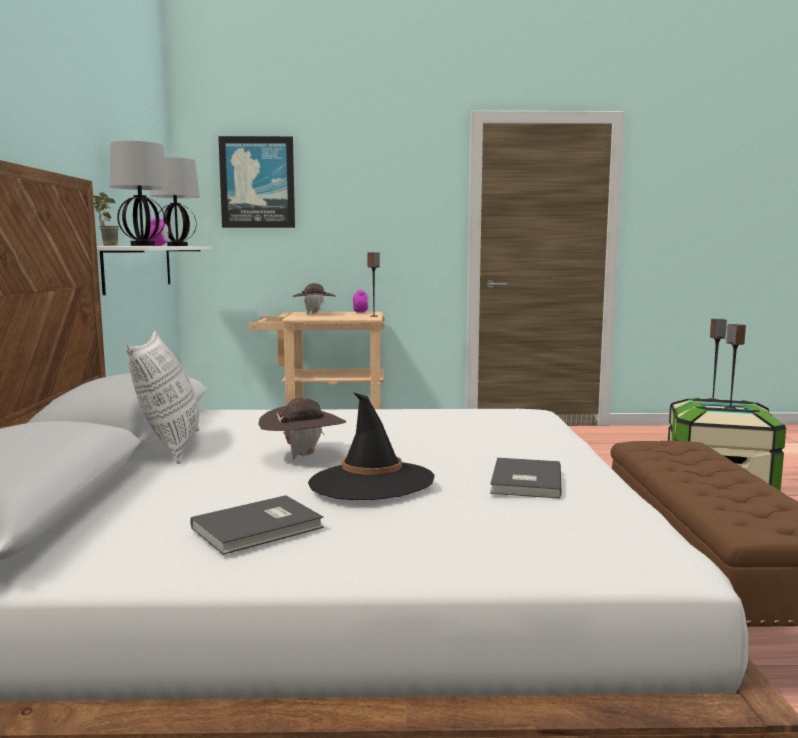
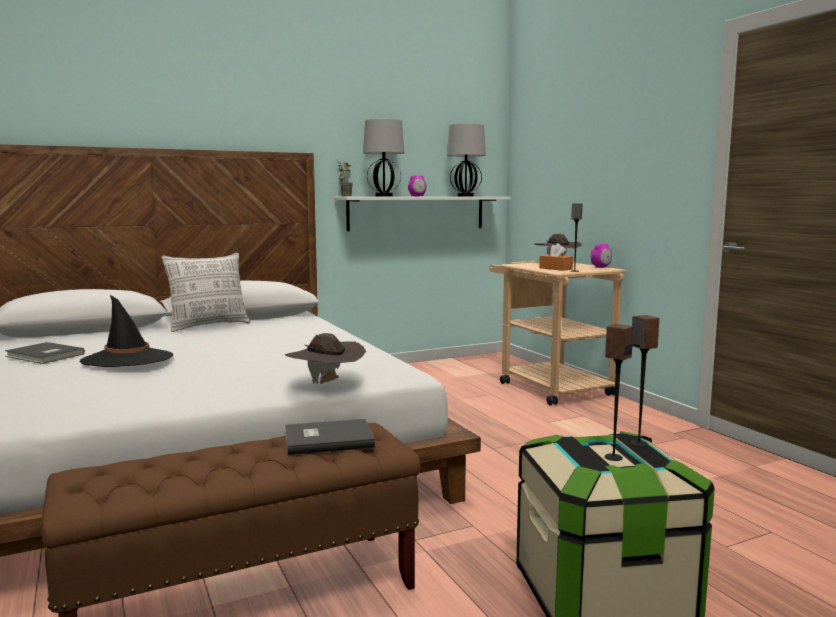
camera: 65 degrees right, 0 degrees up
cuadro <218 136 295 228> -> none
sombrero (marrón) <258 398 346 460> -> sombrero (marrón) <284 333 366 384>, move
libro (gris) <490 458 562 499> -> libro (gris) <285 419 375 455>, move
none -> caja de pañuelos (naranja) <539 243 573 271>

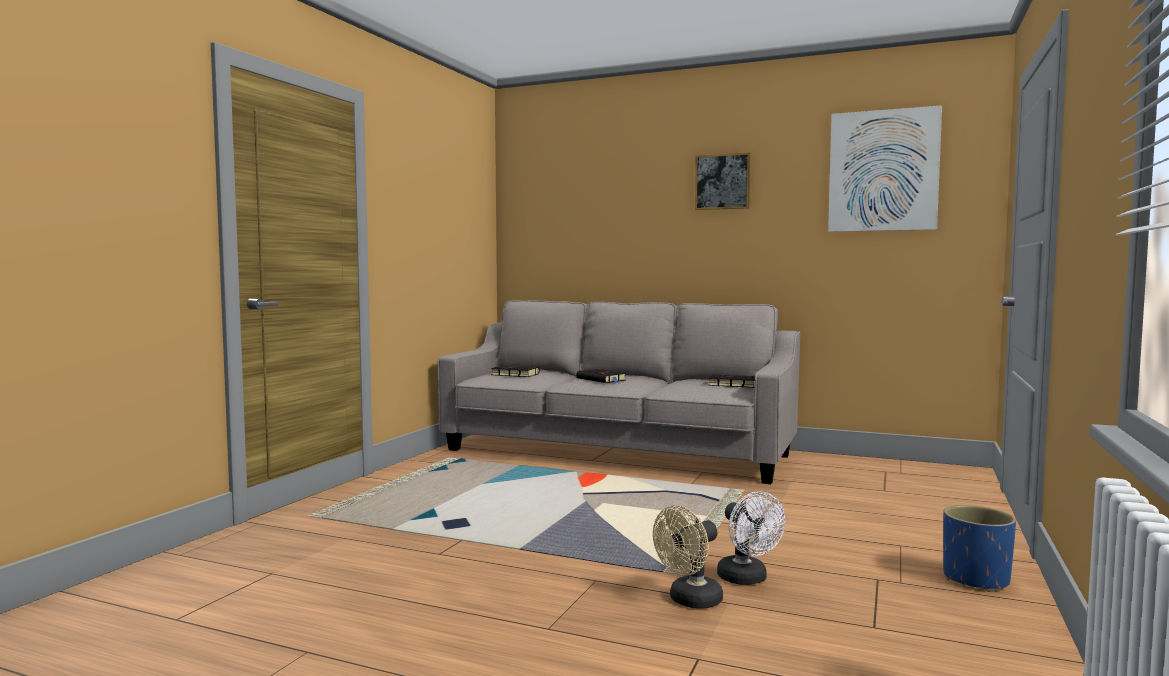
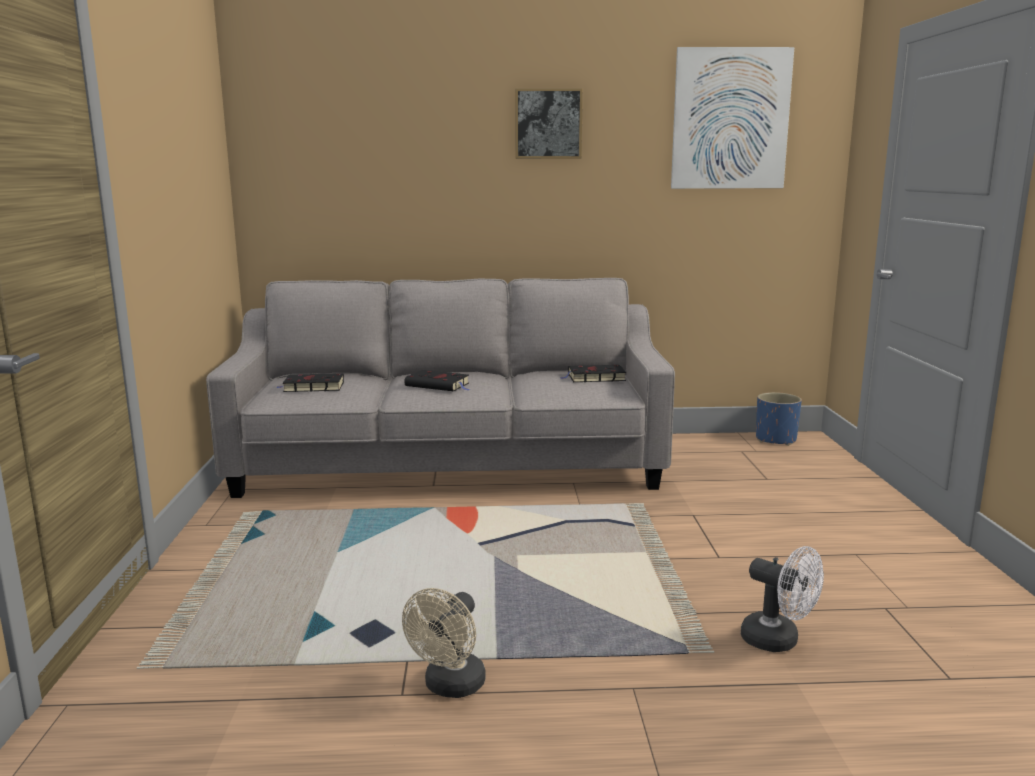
camera: 25 degrees left, 10 degrees up
ventilador (beis) <653 505 723 609> -> ventilador (beis) <402 588 485 698>, move
maceta (azul) <943 505 1016 592> -> maceta (azul) <756 392 802 446>, move

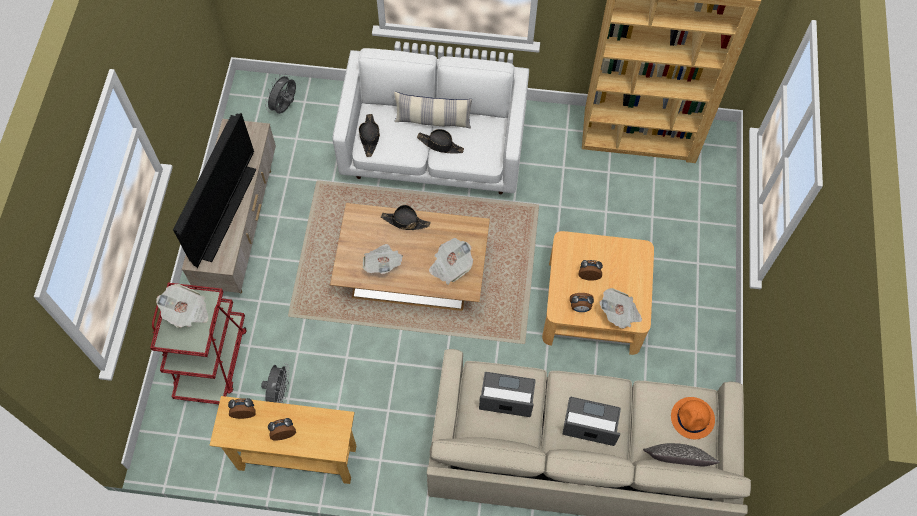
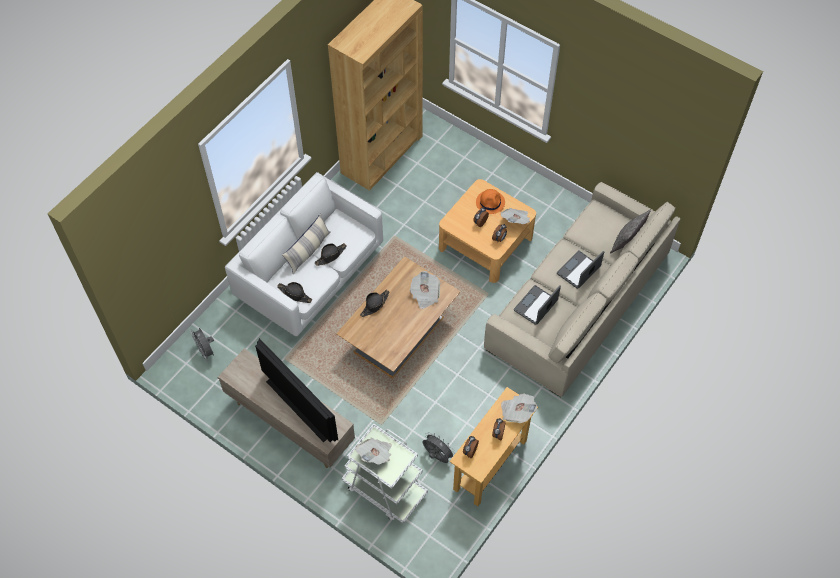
camera: 60 degrees left, 5 degrees down
carrito (rojo) <150 283 247 404> -> carrito (blanco) <342 423 428 524>
periódico <363 244 403 274> -> periódico <501 393 537 423>, move
sombrero (naranja) <671 397 715 439> -> sombrero (naranja) <476 189 505 214>, move

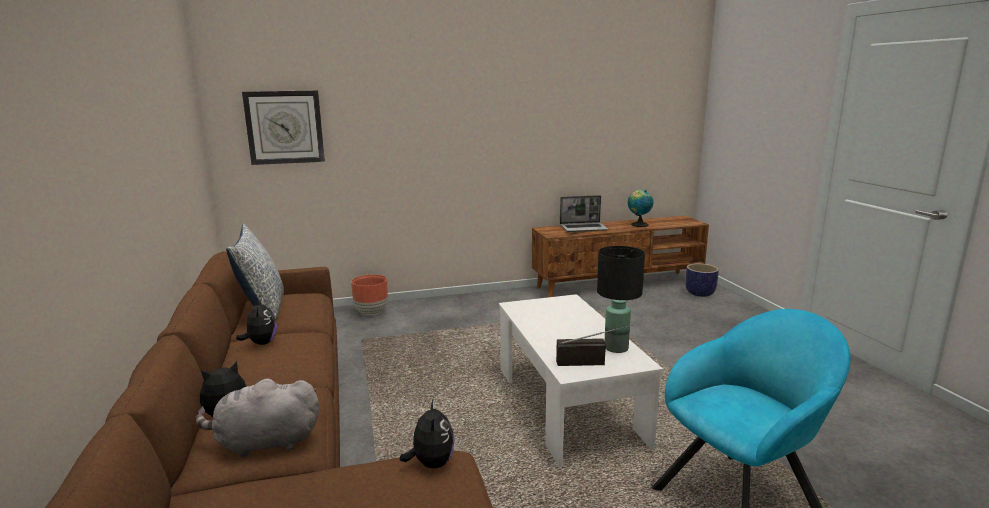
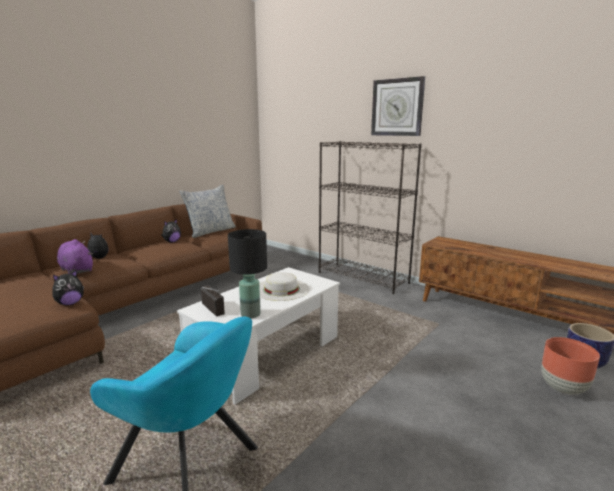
camera: 55 degrees right, 0 degrees up
peluche (gris) <195 379 319 458> -> peluche (morado) <57 239 93 274>
reloj de pared <242 90 325 165> -> reloj de pared <371 76 425 136>, move
maceta (marrón) <351 274 388 315> -> maceta (marrón) <541 337 600 395>, move
portátil <560 195 609 232> -> none
globo terráqueo <628 190 653 227> -> none
none -> sombrero (blanco) <260 272 309 301>
none -> estantería (negro) <319 141 422 294>

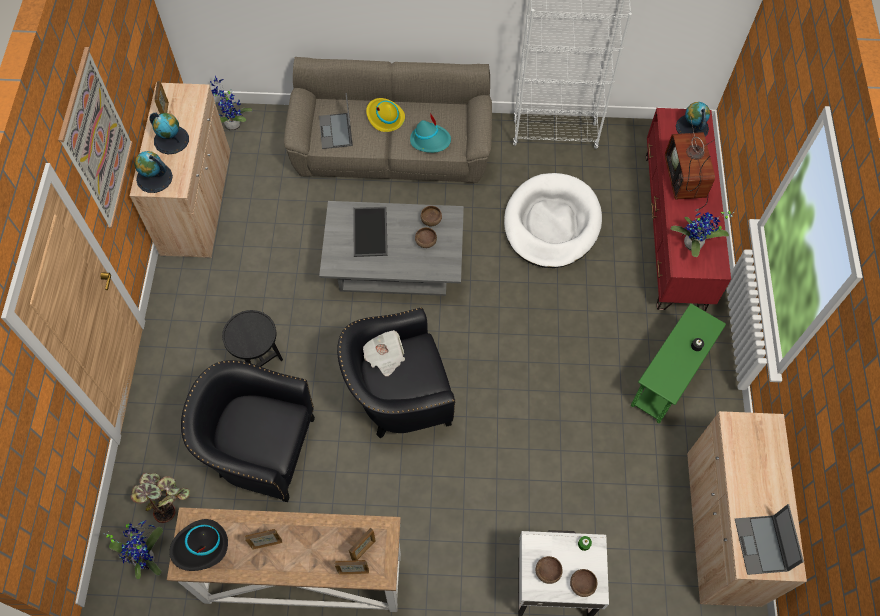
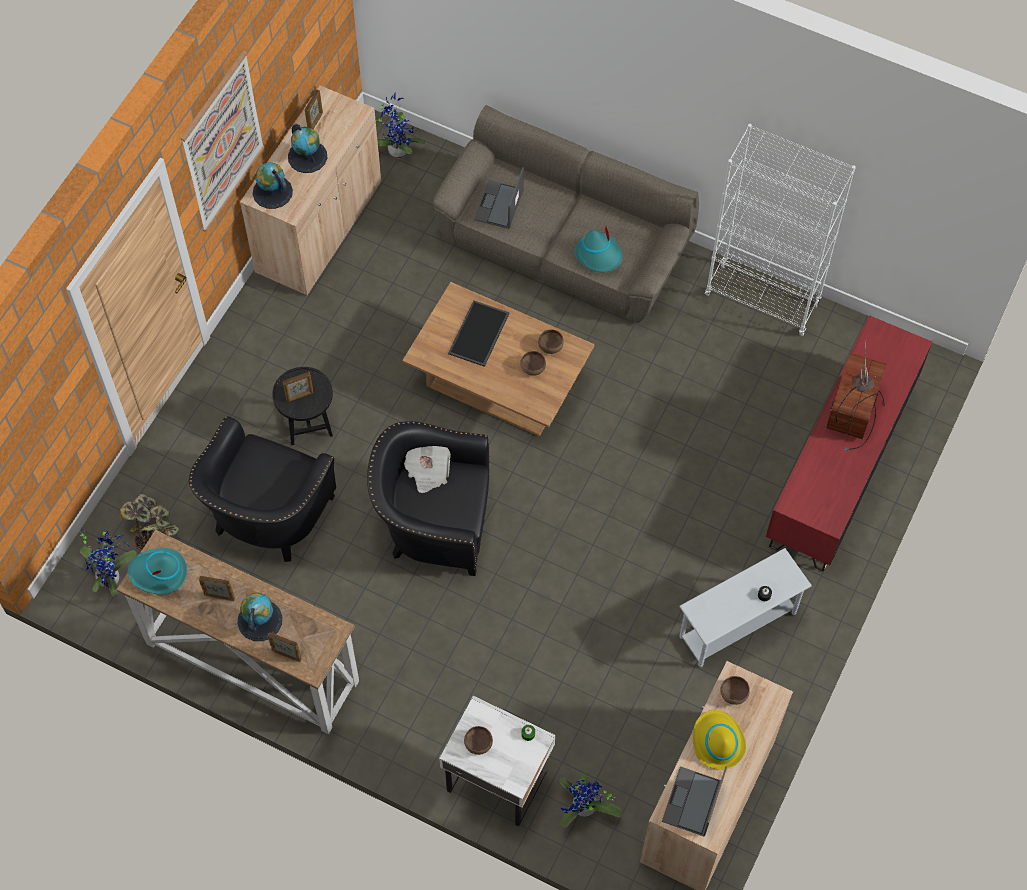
camera: 25 degrees right, 0 degrees up
sombrero (negro) <169 519 228 571> -> sombrero (turquesa) <128 548 187 594>
sillón (negro) <181 360 315 502> -> sillón (negro) <189 416 336 562>, 105 degrees counterclockwise
mesa de centro (gris) <319 201 464 296> -> mesa de centro (marrón) <402 282 595 437>
portarretratos <349 528 376 560> -> portarretratos <283 372 313 402>, move
sombrero (amarillo) <366 98 405 132> -> sombrero (amarillo) <693 710 746 770>, move
cama para perro (blanco) <504 173 602 268> -> none
cuenco (marrón) <570 569 597 597> -> cuenco (marrón) <720 676 750 705>, move
mesa auxiliar (verde) <631 303 726 423> -> mesa auxiliar (blanco) <679 548 812 667>
planta en maceta <671 211 735 257> -> planta en maceta <559 773 623 827>, move
globo terráqueo <676 102 710 137> -> globo terráqueo <238 593 282 641>, move

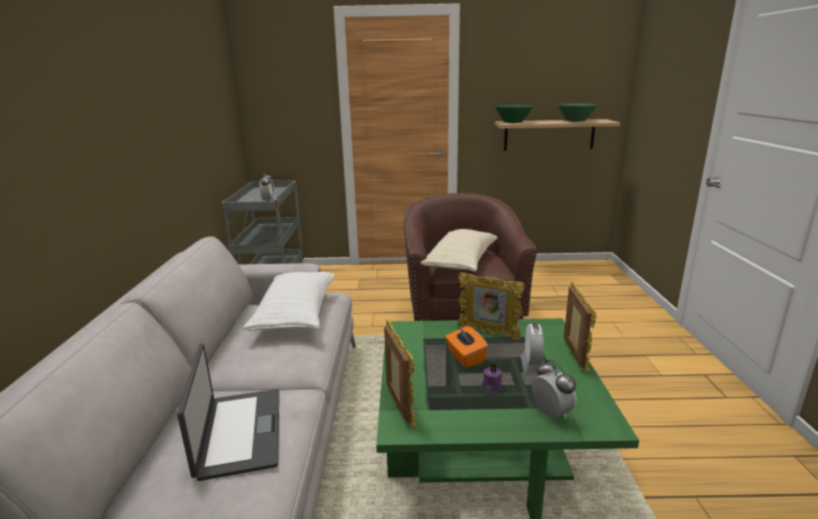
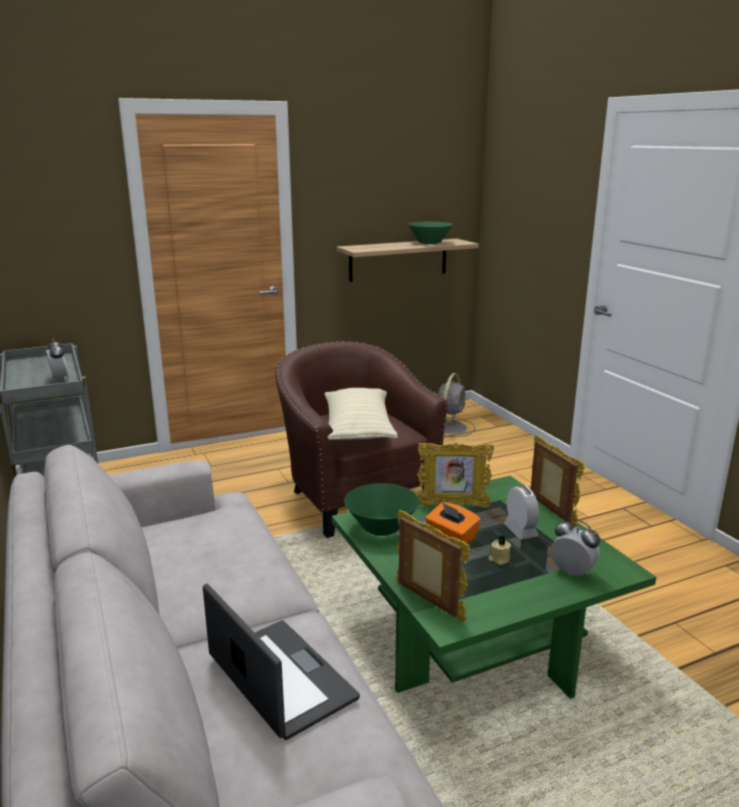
camera: 25 degrees left, 0 degrees up
cojín (blanco) <243 272 335 330> -> none
vela (morado) <482 363 502 390> -> vela (beis) <489 535 511 565>
cuenco (verde) <495 105 534 123> -> cuenco (verde) <344 483 419 536>, move
none -> ventilador (gris) <436 373 475 437>

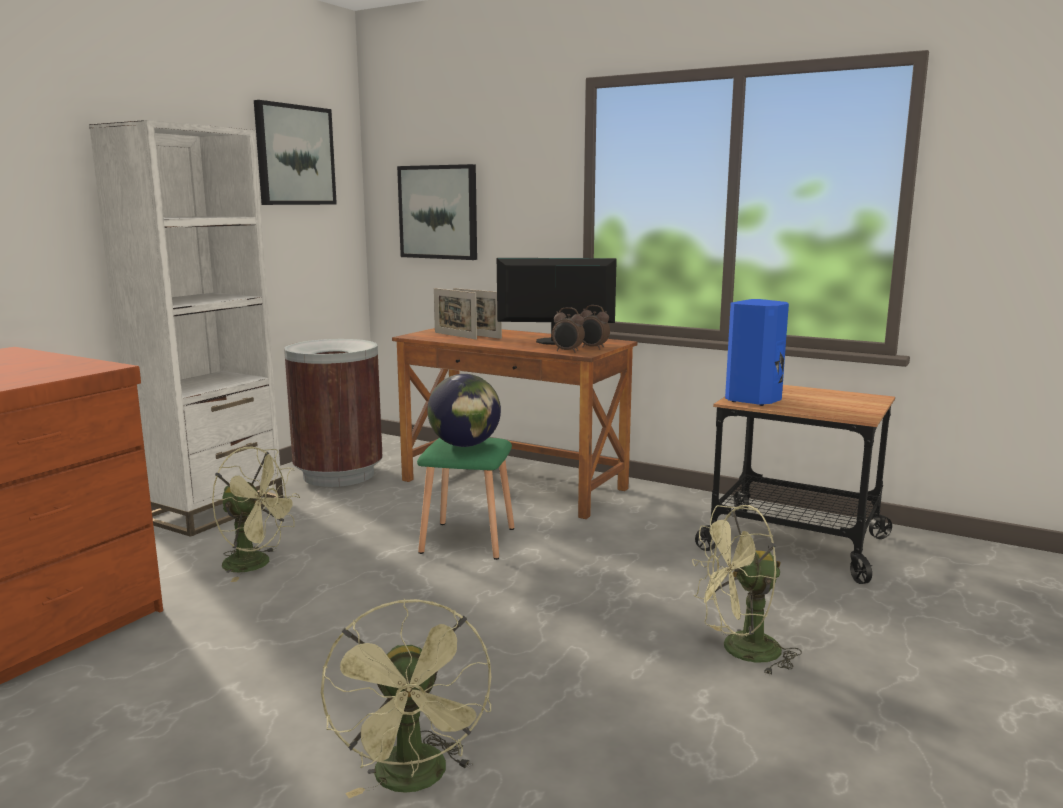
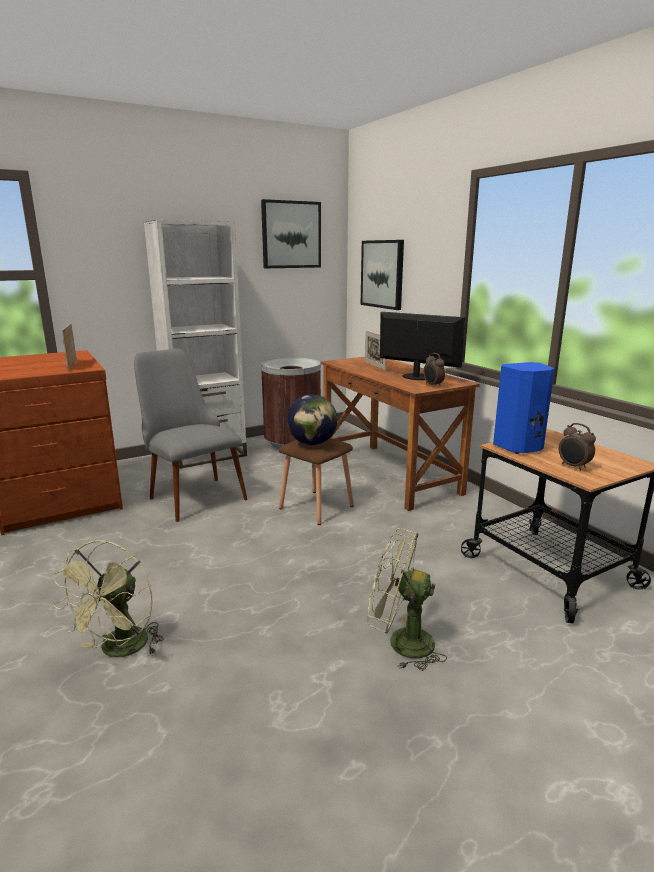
camera: 30 degrees right, 5 degrees up
ventilador (verde) <212 447 300 582> -> silla (gris) <134 349 248 522>
taburete (verde) <417 438 515 560> -> taburete (marrón) <279 438 354 525>
portarretratos <434 288 477 340> -> portarretratos <61 323 77 371>, move
despertador <552 307 585 353> -> despertador <559 423 596 471>, move

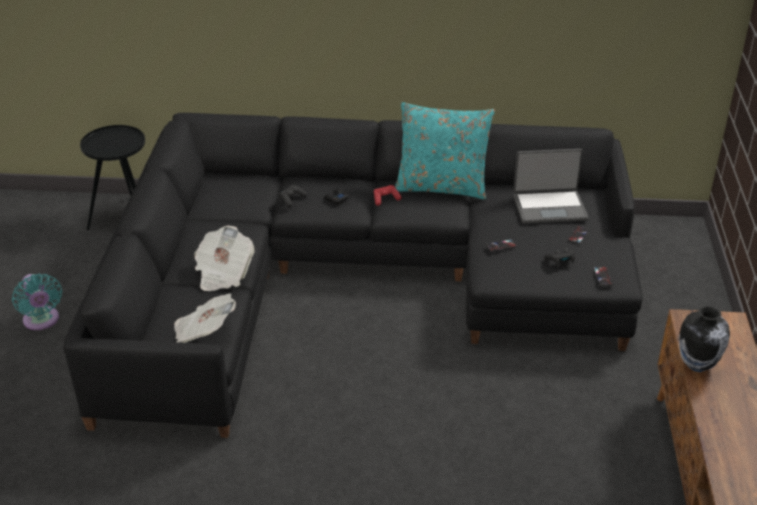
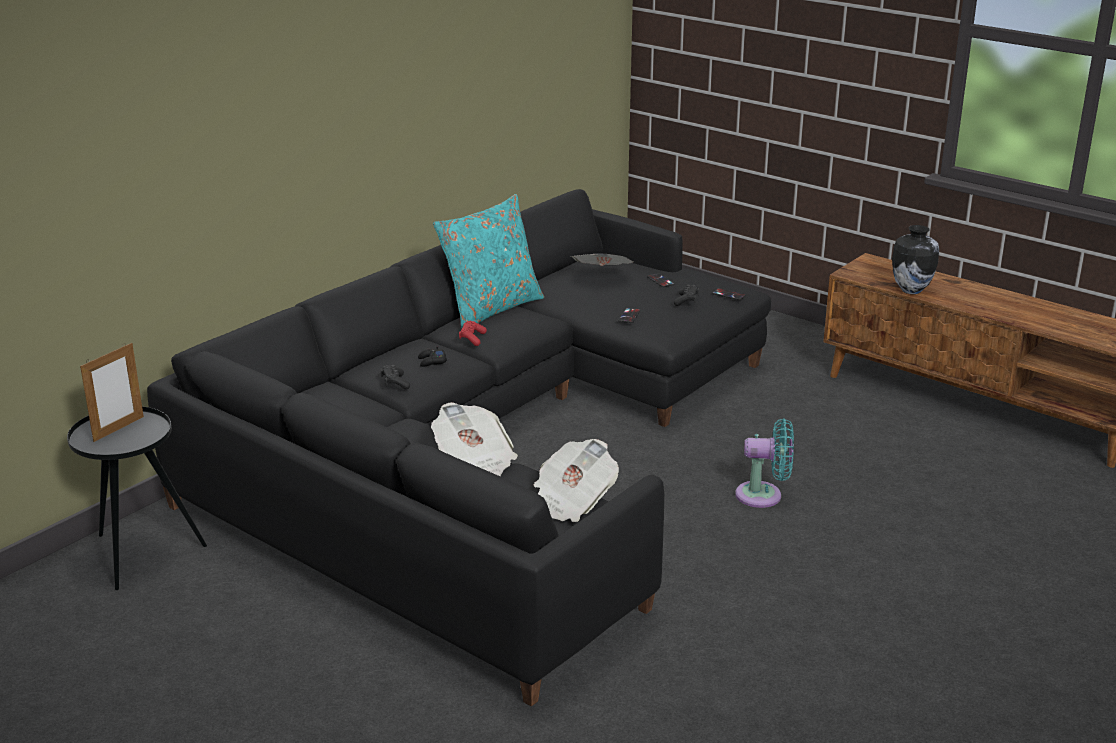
camera: 55 degrees left, 10 degrees down
ventilador (turquesa) <12 274 62 330> -> ventilador (turquesa) <735 419 794 508>, move
portátil <513 149 588 224> -> periódico <571 254 634 266>
none -> portarretratos <80 343 144 442>

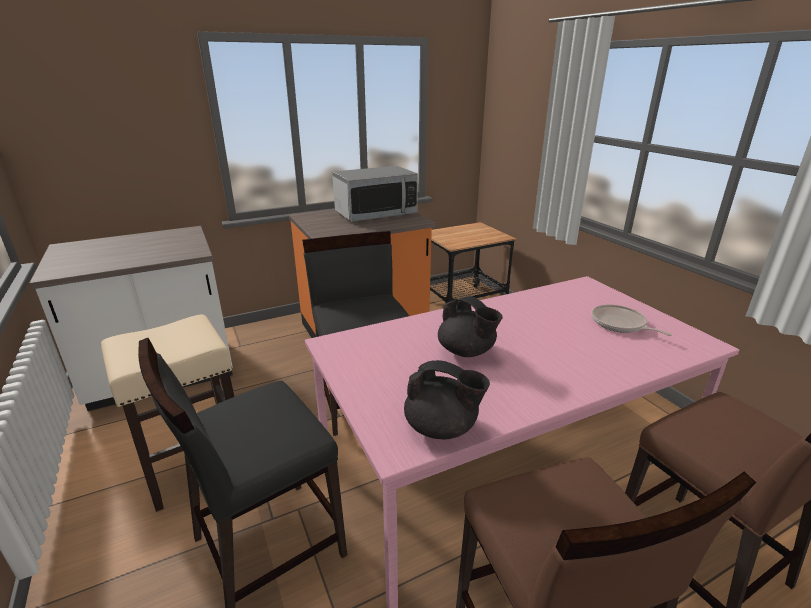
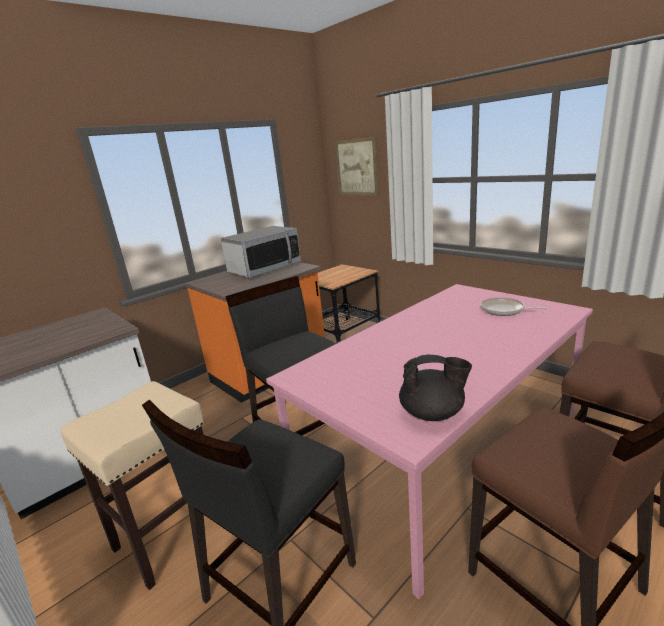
camera: 15 degrees left, 5 degrees down
tetera (negro) <438 296 502 357> -> none
none -> cuadro <335 136 379 196>

